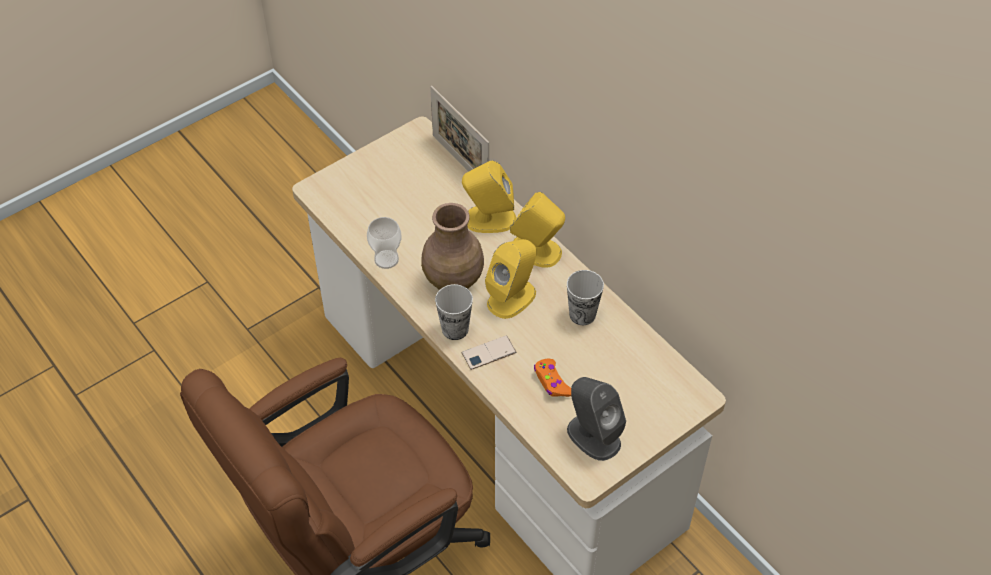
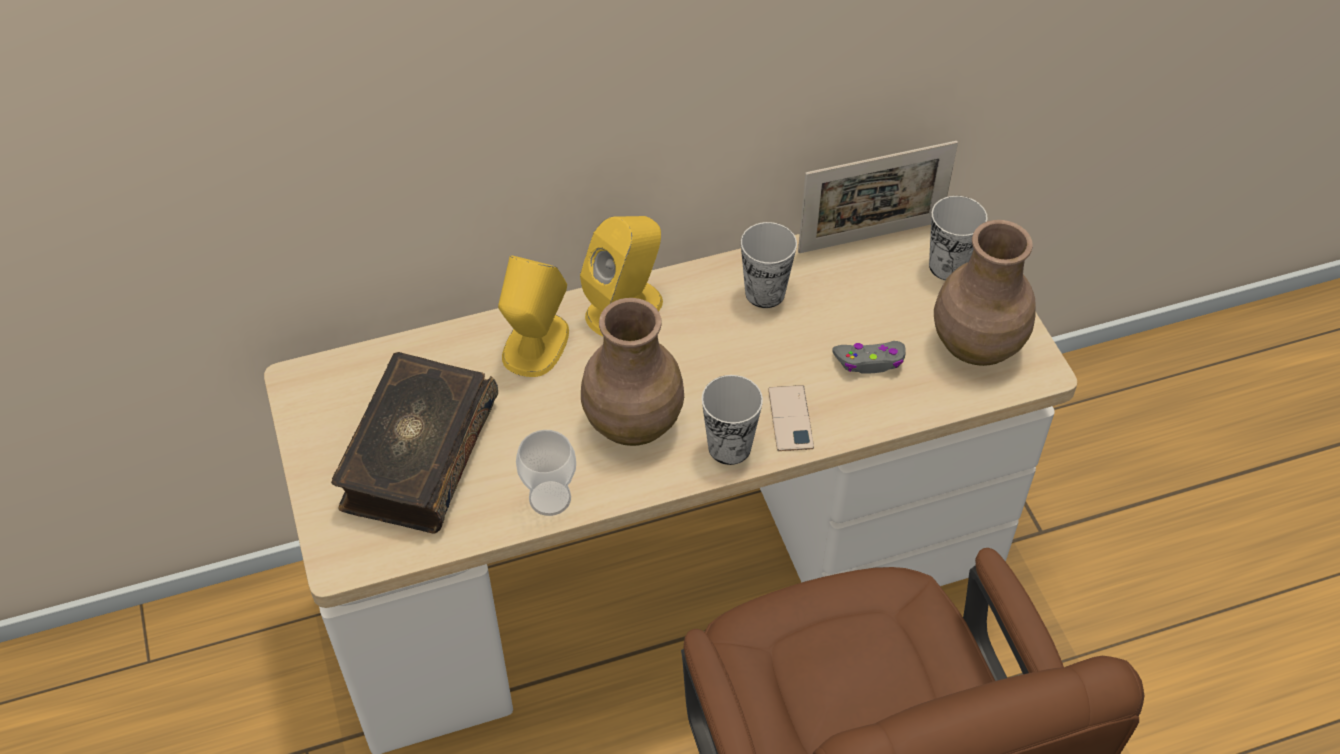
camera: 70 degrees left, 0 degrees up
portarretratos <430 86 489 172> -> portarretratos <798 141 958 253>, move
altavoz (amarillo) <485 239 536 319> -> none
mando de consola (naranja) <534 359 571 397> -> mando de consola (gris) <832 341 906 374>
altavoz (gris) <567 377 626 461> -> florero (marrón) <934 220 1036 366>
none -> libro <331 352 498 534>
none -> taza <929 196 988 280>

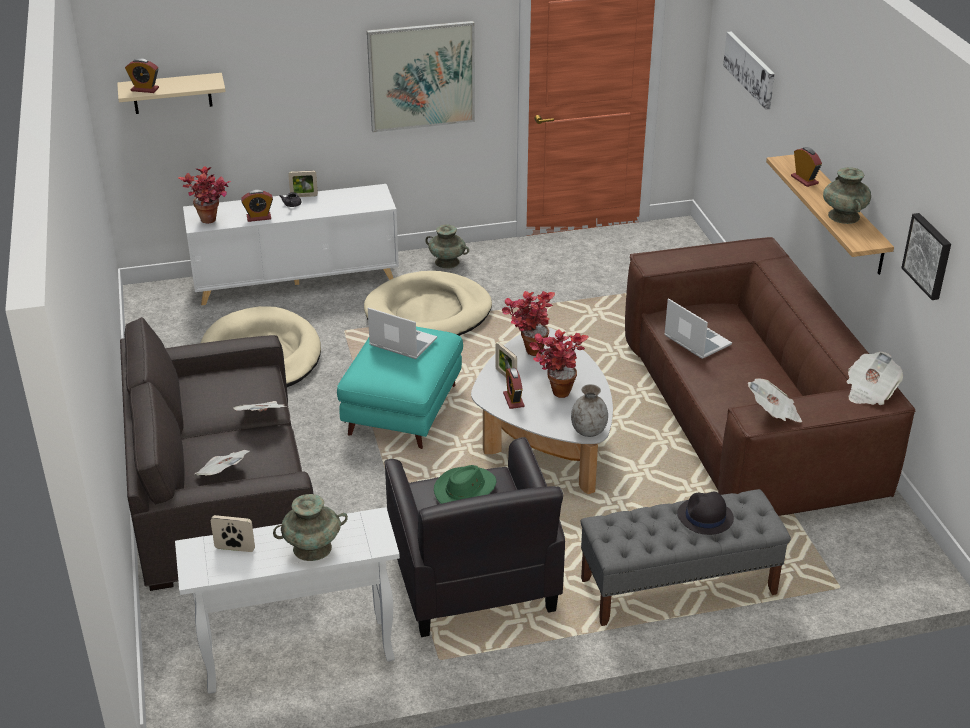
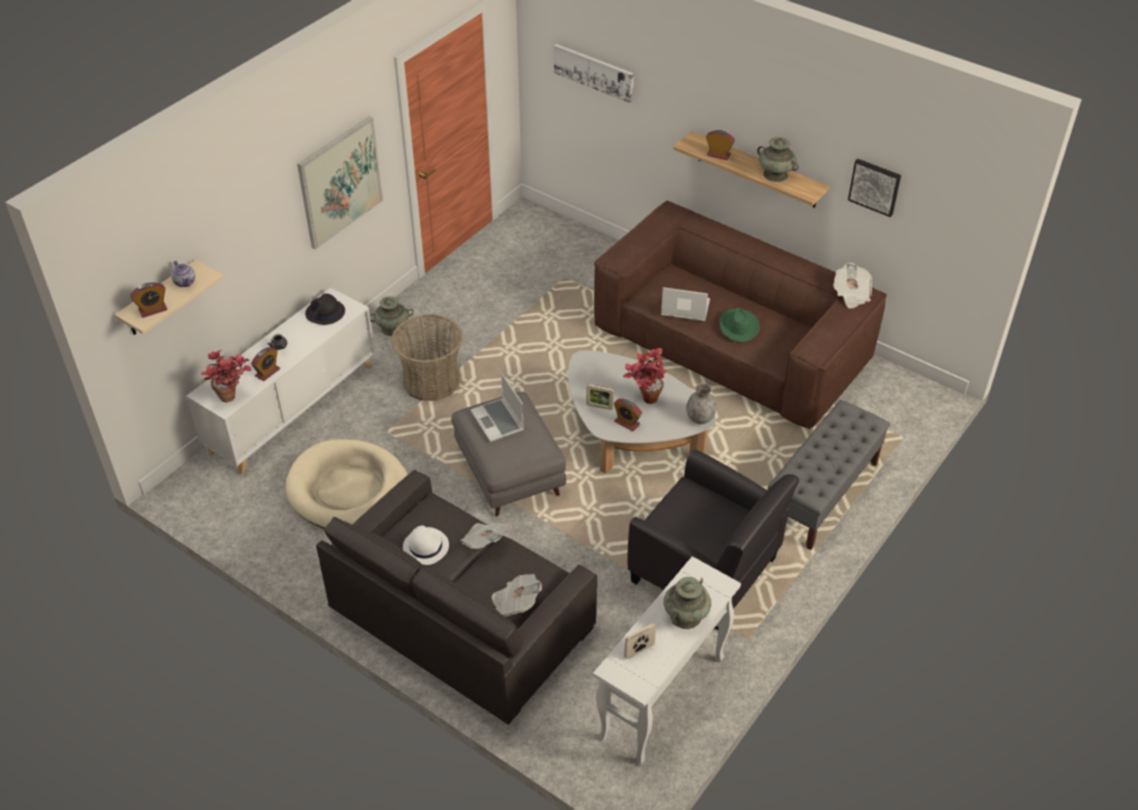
camera: 40 degrees left, 10 degrees up
portarretratos <288 170 318 197> -> none
puf (turquesa) <337 327 463 449> -> puf (gris) <451 392 566 517>
cama para perro (beis) <364 271 492 336> -> cesta <391 314 463 401>
portátil <368 308 437 359> -> portátil <470 373 524 442>, 105 degrees counterclockwise
sombrero (verde) <434 465 496 504> -> sombrero (verde) <719 308 760 342>, move
planta en maceta <501 291 555 356> -> none
sombrero (negro) <677 491 734 535> -> sombrero (negro) <305 293 345 325>, move
periódico <748 378 802 423> -> none
none -> tetera <171 261 195 287>
none -> sombrero (blanco) <403 525 449 565>

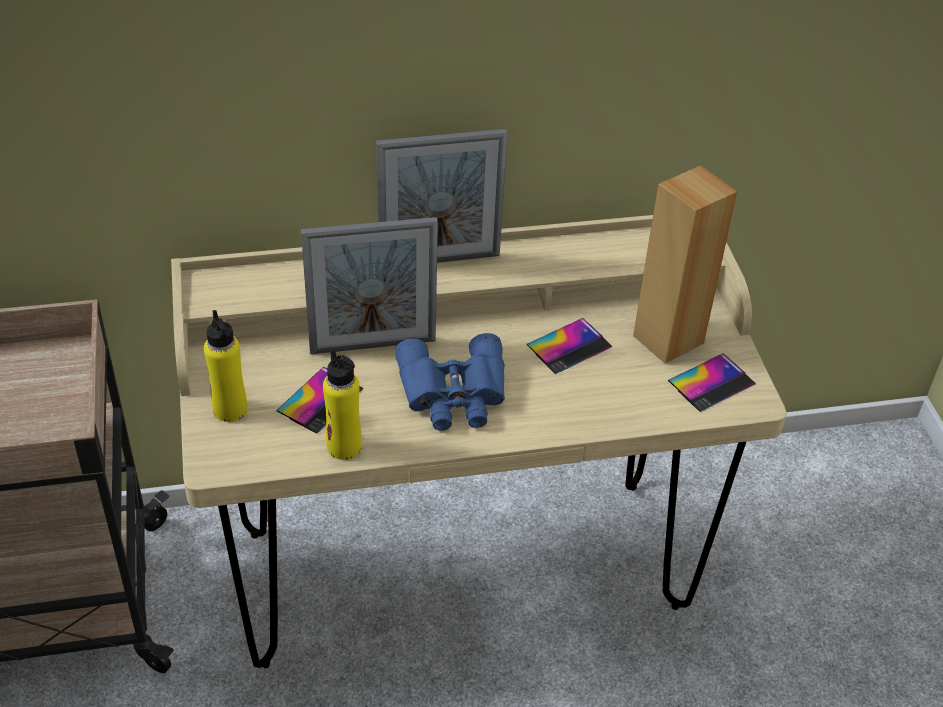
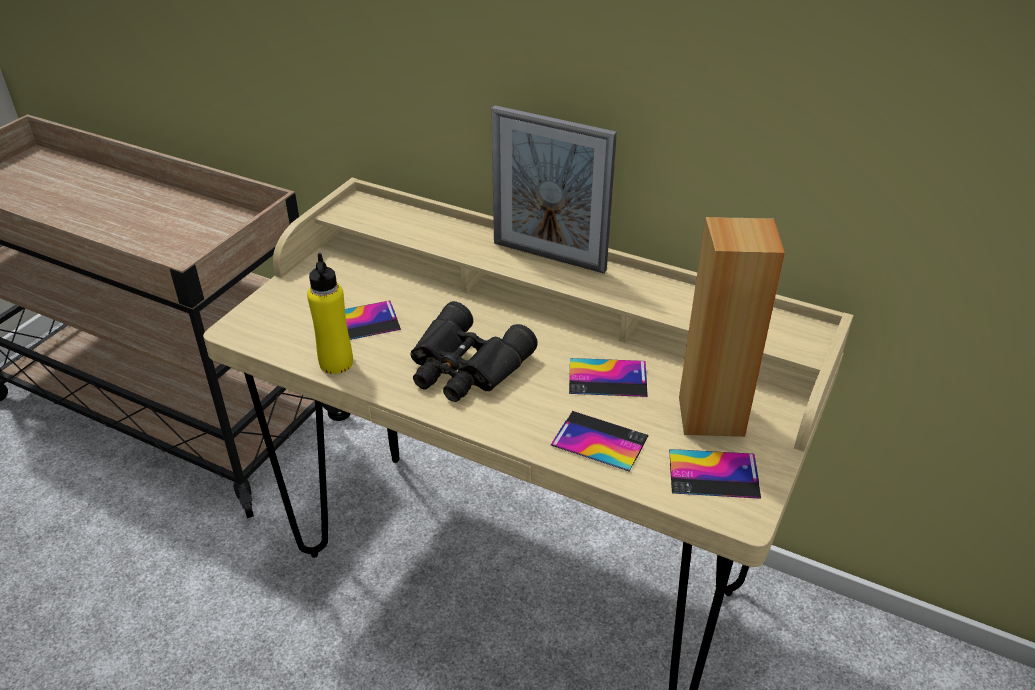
camera: 40 degrees right, 5 degrees down
botella (amarillo) <204 310 247 422> -> none
portarretratos <301 217 438 354> -> none
prismáticos (azul) <396 333 505 431> -> prismáticos (negro) <411 301 538 402>
none -> móvil <551 411 649 472>

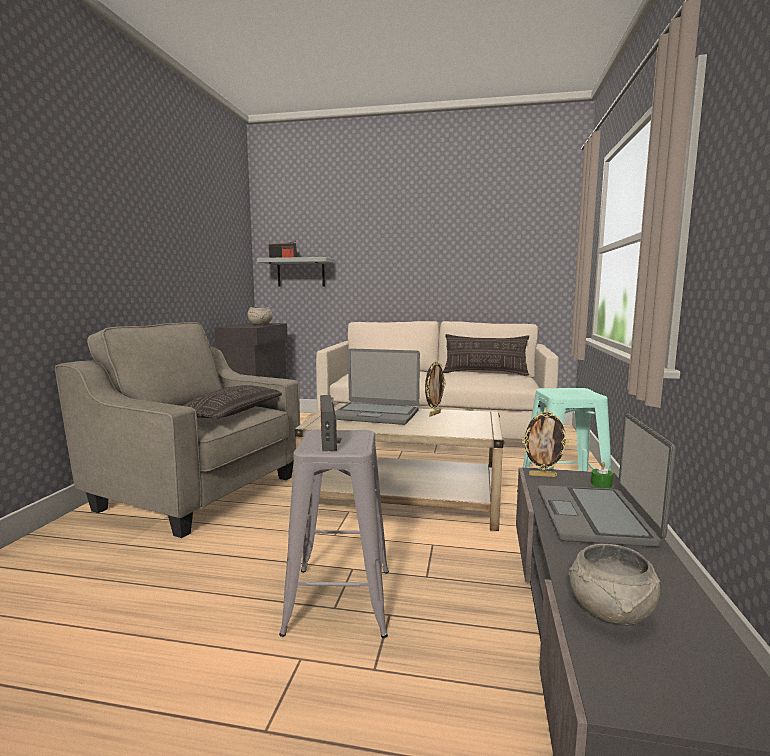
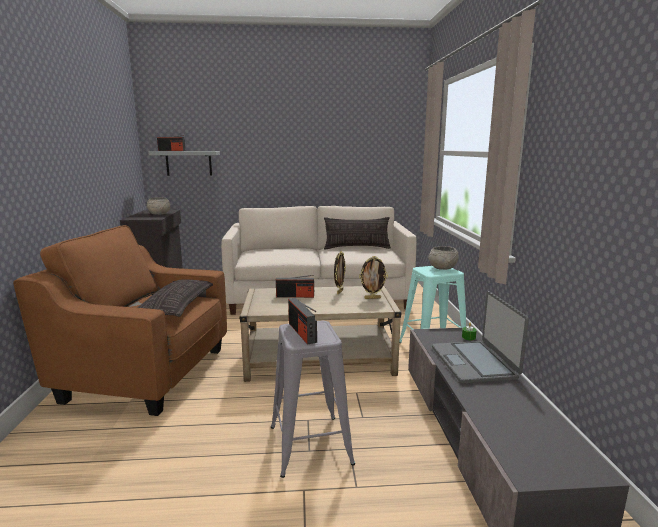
camera: 15 degrees left, 5 degrees up
sillón (gris) <55 322 300 538> -> sillón (marrón) <13 225 227 416>
portátil <335 348 420 425> -> radio <276 275 314 298>
portarretratos <522 411 569 477> -> portarretratos <359 256 388 299>, move
cuenco (gris) <569 544 660 626> -> cuenco (gris) <428 246 458 270>, move

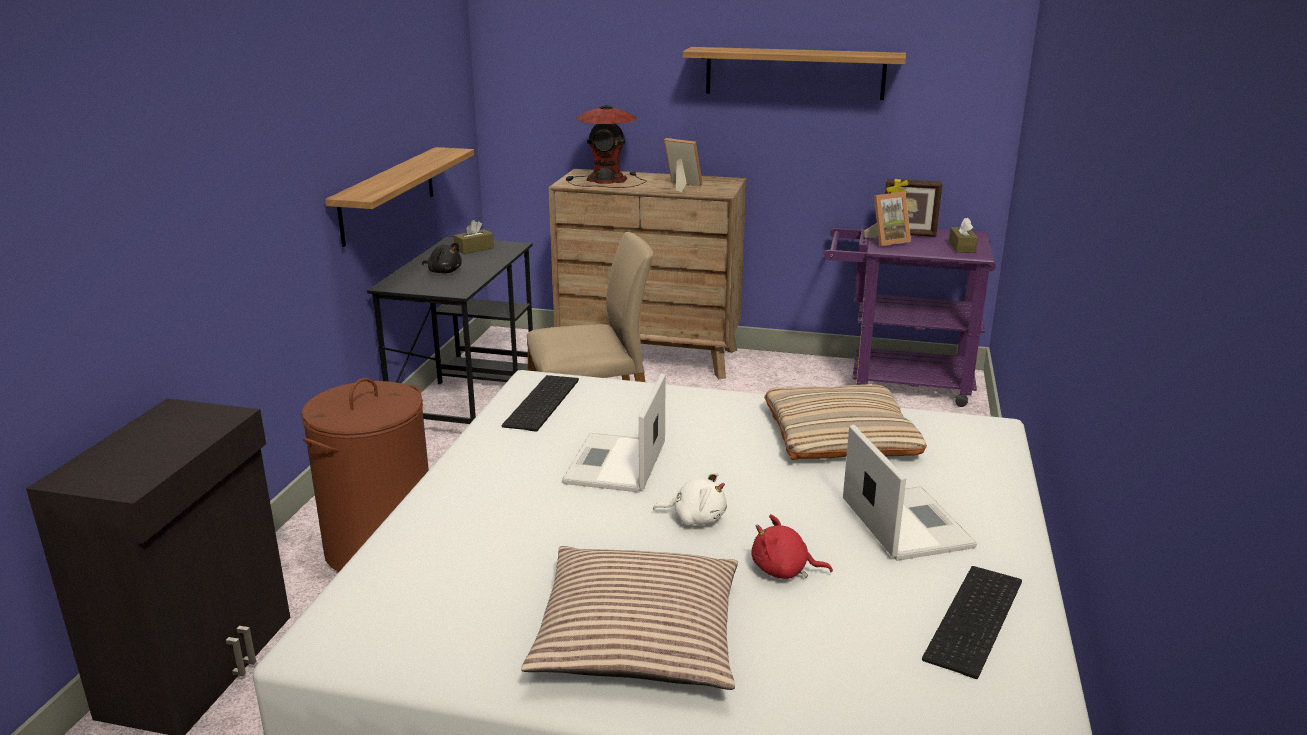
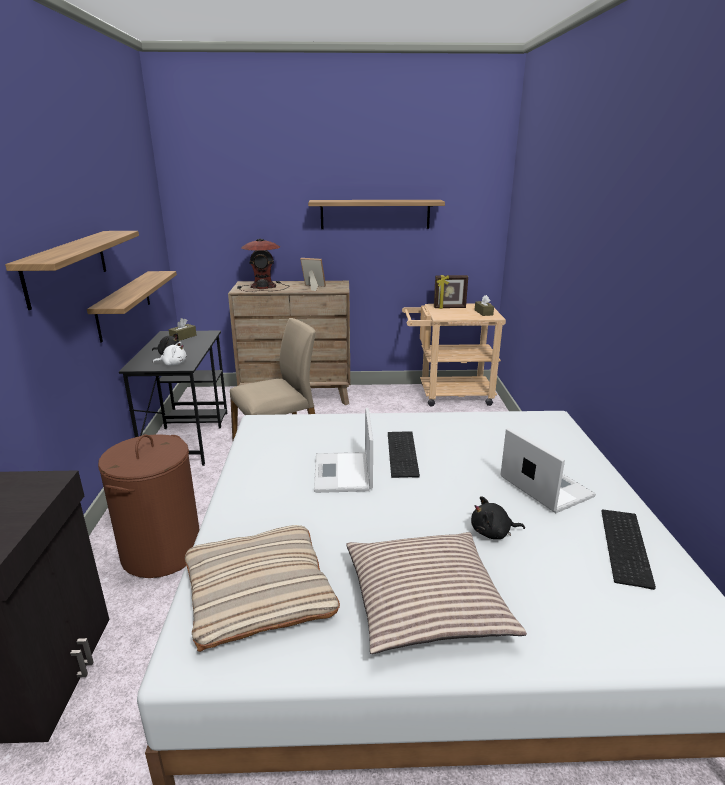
camera: 15 degrees left, 0 degrees up
teclado <502 375 579 432> -> teclado <388 431 420 478>, move
peluche (blanco) <653 472 727 525> -> peluche (blanco) <153 342 187 365>, move
peluche (rojo) <752 514 833 579> -> peluche (negro) <471 496 525 539>
cojín (beis) <764 384 927 460> -> cojín (beis) <185 525 340 652>, move
carrito (morado) <824 225 996 407> -> carrito (beis) <402 303 506 407>
portarretratos <864 191 911 246> -> none
none -> estante <5 231 139 310>

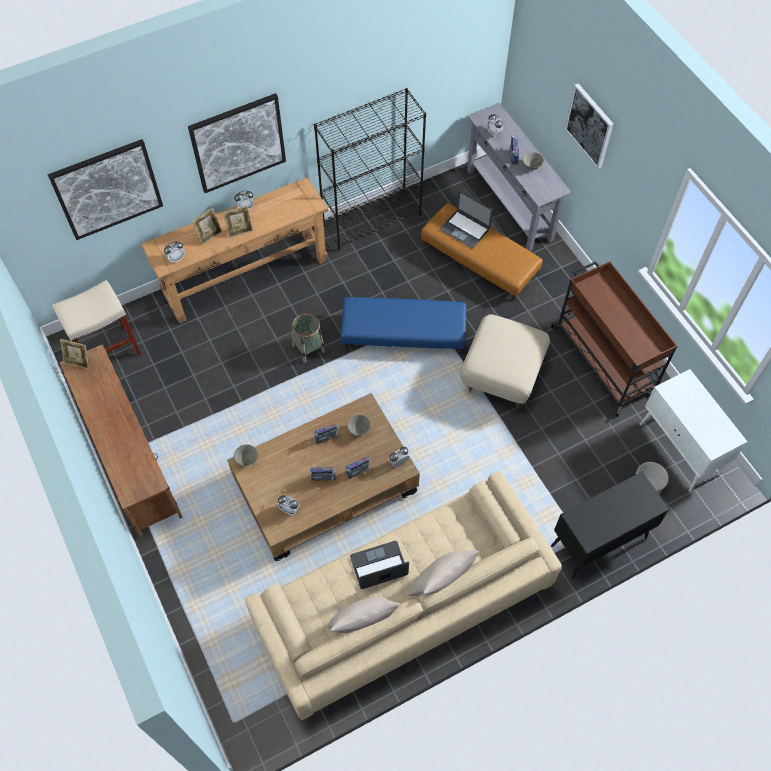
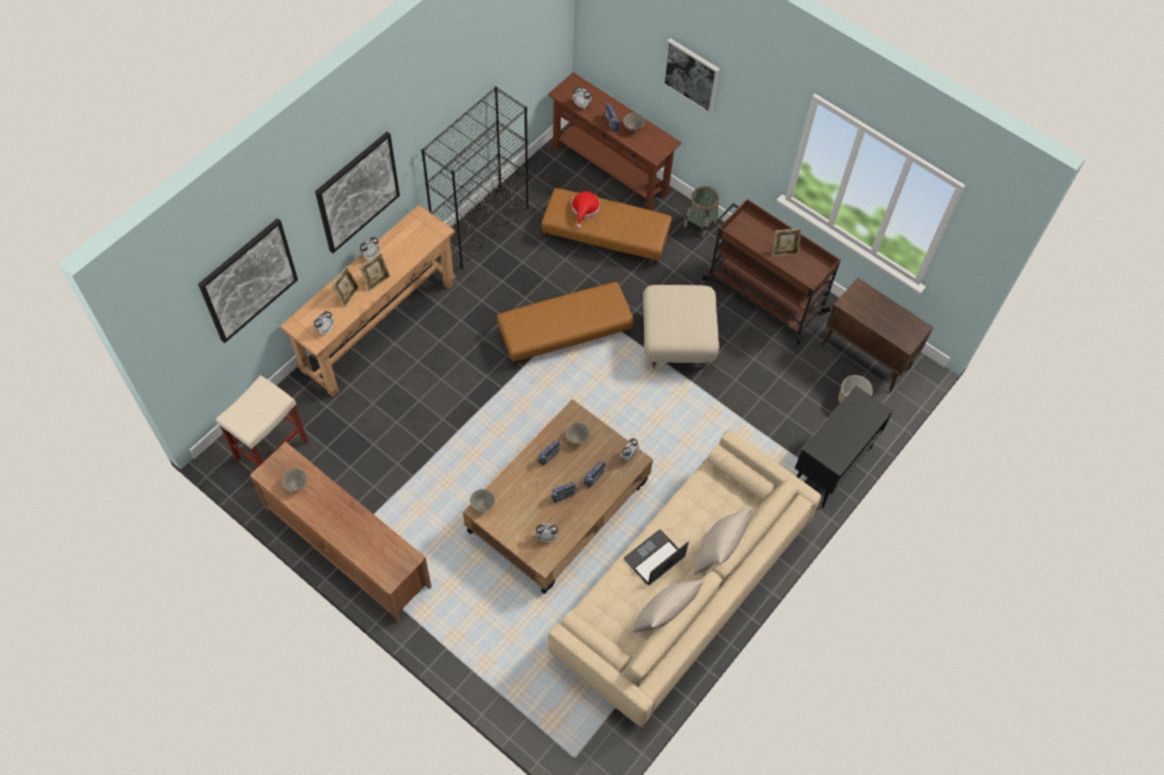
camera: 25 degrees left, 0 degrees up
portarretratos <60 339 89 369> -> portarretratos <772 229 802 256>, move
cesta <292 313 325 363> -> cesta <684 186 719 237>, move
puf (azul) <341 297 466 354> -> puf (marrón) <497 282 634 366>
portátil <440 191 493 248> -> sombrero (rojo) <571 192 600 228>
mesa consola (gris) <467 103 571 251> -> mesa consola (marrón) <548 72 681 210>
armario (blanco) <639 369 748 492> -> armario (marrón) <821 278 933 392>
none -> cuenco (gris) <282 469 307 492>

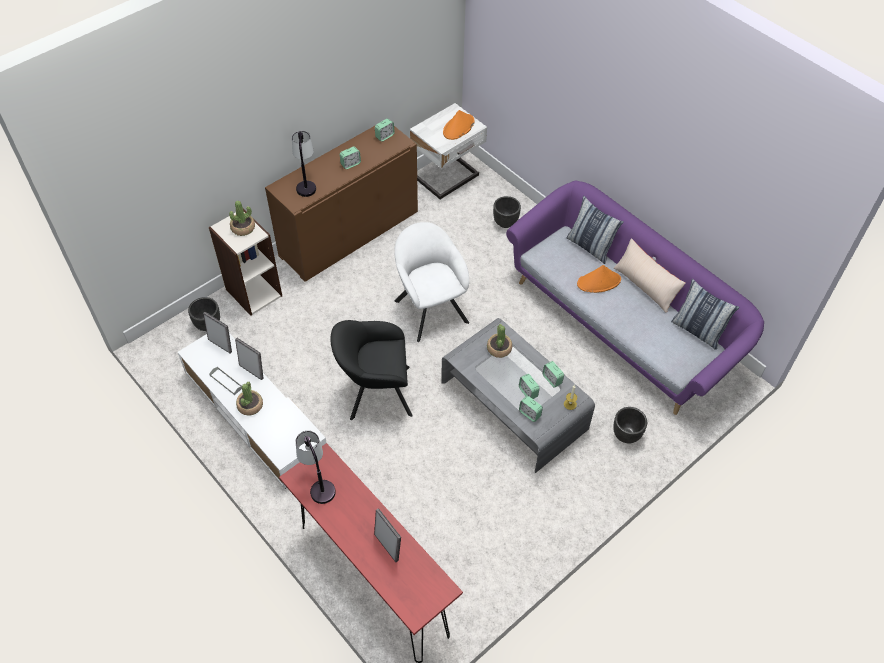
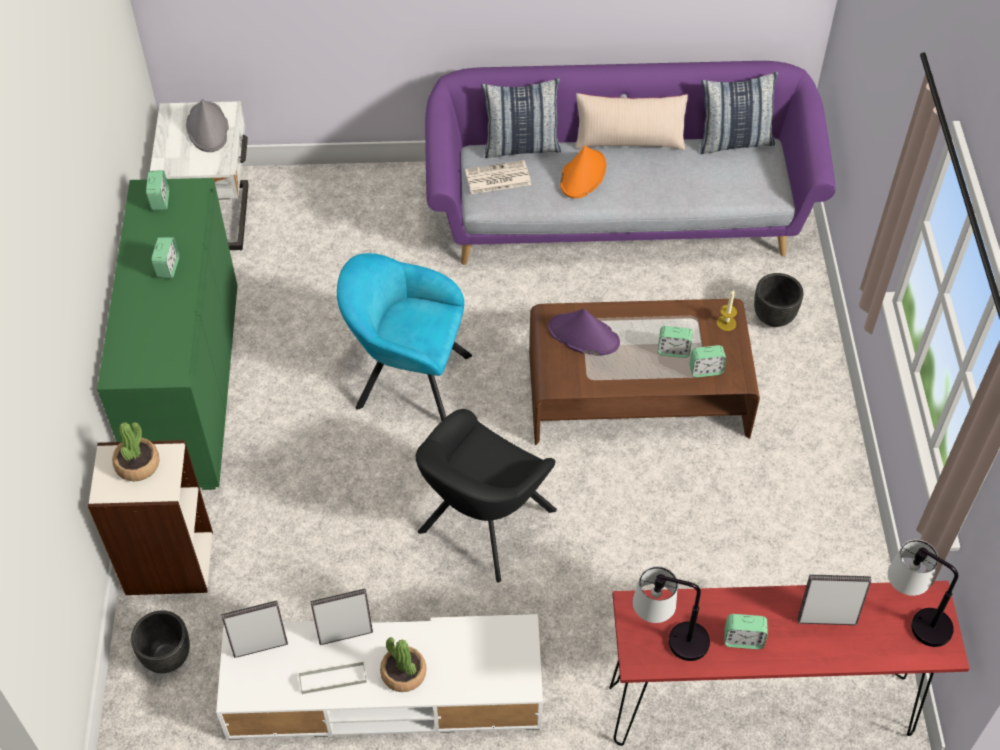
camera: 50 degrees left, 0 degrees up
armario (marrón) <265 126 418 282> -> armario (verde) <97 178 237 490>
lámpara de mesa <292 131 316 197> -> lámpara de mesa <888 539 958 647>, move
sillón (blanco) <394 222 469 342> -> sillón (turquesa) <337 253 472 421>
mesa de centro (gris) <441 318 595 473> -> mesa de centro (marrón) <529 299 760 445>
sombrero (naranja) <443 110 474 140> -> sombrero (gris) <186 99 229 152>
planta en maceta <487 324 512 358> -> sombrero (morado) <548 309 620 356>
maceta (negro) <493 196 521 228> -> none
despertador <543 361 564 388> -> despertador <724 614 768 649>, move
none -> periódico <465 160 531 194>

